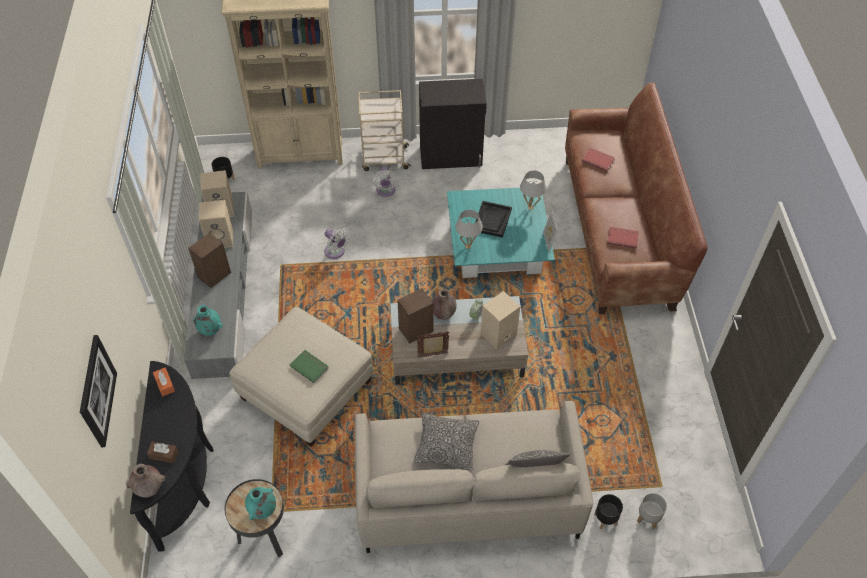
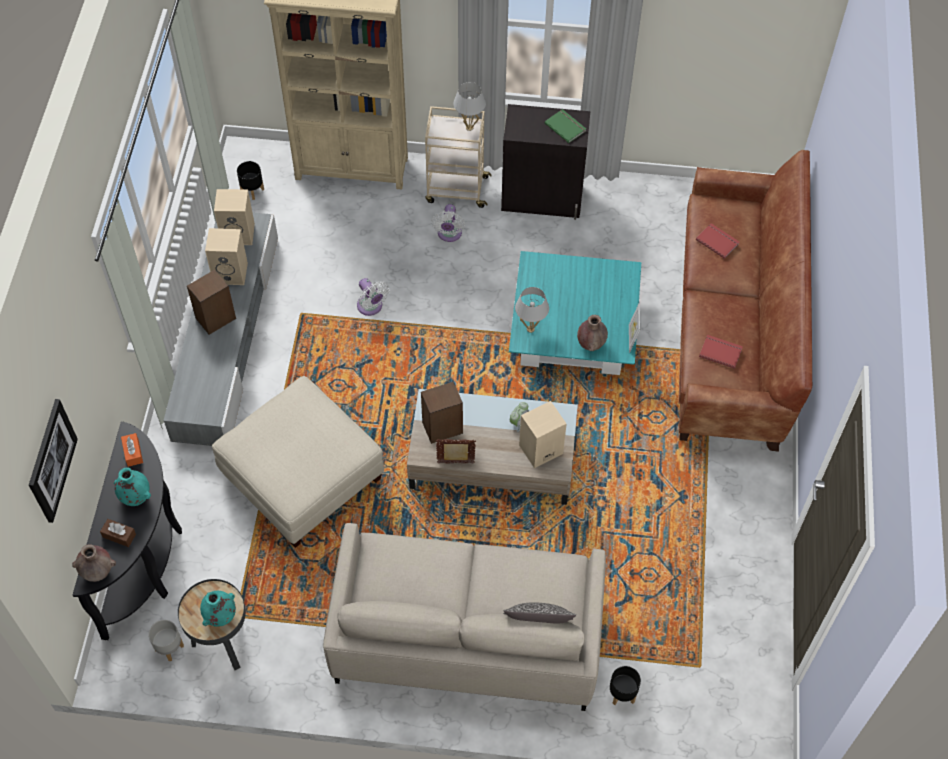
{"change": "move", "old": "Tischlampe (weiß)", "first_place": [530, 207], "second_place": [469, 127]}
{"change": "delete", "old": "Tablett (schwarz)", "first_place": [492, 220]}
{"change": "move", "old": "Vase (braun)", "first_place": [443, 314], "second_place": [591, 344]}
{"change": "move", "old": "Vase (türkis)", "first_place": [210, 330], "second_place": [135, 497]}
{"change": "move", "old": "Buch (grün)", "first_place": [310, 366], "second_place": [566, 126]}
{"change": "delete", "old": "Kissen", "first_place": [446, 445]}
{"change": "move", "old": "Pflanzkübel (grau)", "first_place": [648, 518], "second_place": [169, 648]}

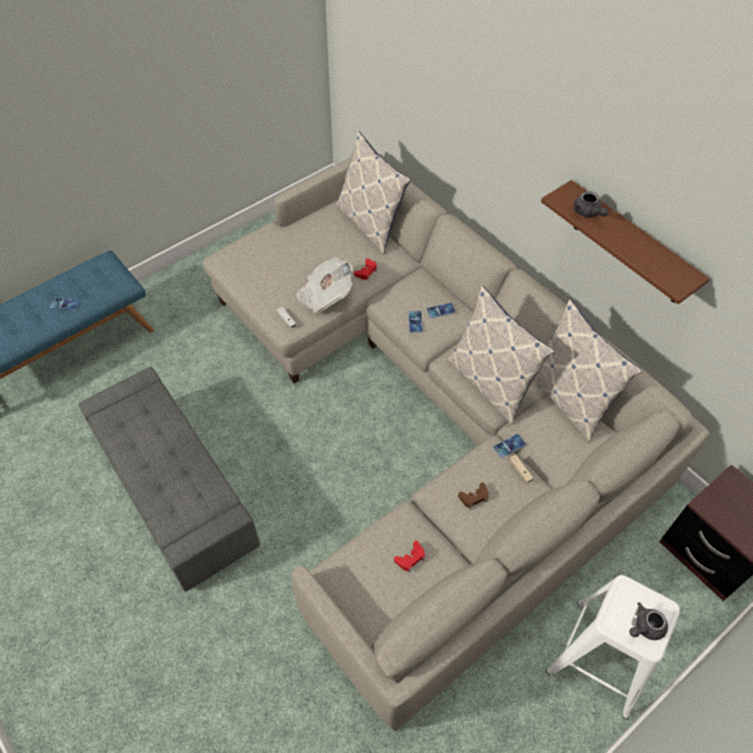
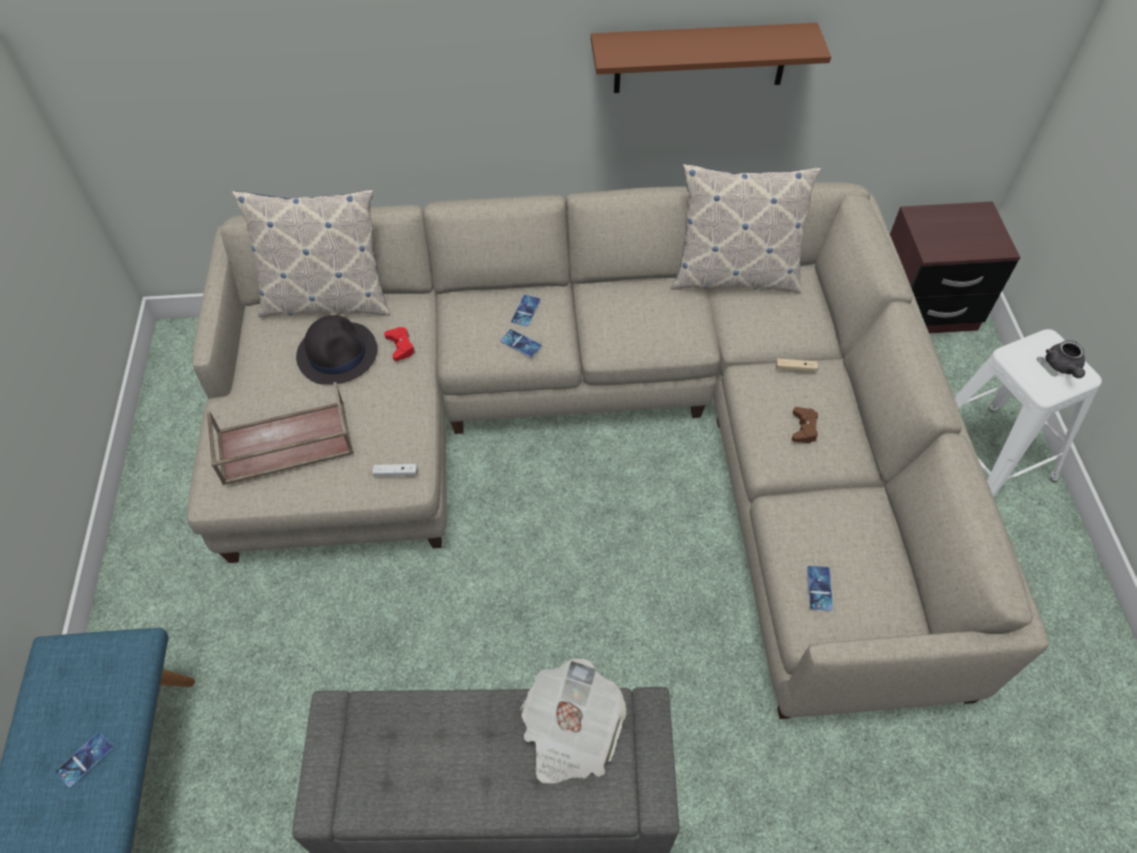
{"change": "delete", "old": "Teekanne (grau)", "first_place": [588, 213]}
{"change": "move", "old": "Zeitung", "first_place": [325, 295], "second_place": [570, 733]}
{"change": "delete", "old": "Kissen", "first_place": [490, 383]}
{"change": "move", "old": "Handy", "first_place": [509, 445], "second_place": [819, 588]}
{"change": "delete", "old": "Gamepad (rot)", "first_place": [410, 558]}
{"change": "insert", "new": "Hut (schwarz)", "second_place": [337, 353]}
{"change": "insert", "new": "Tablett (braun)", "second_place": [283, 444]}

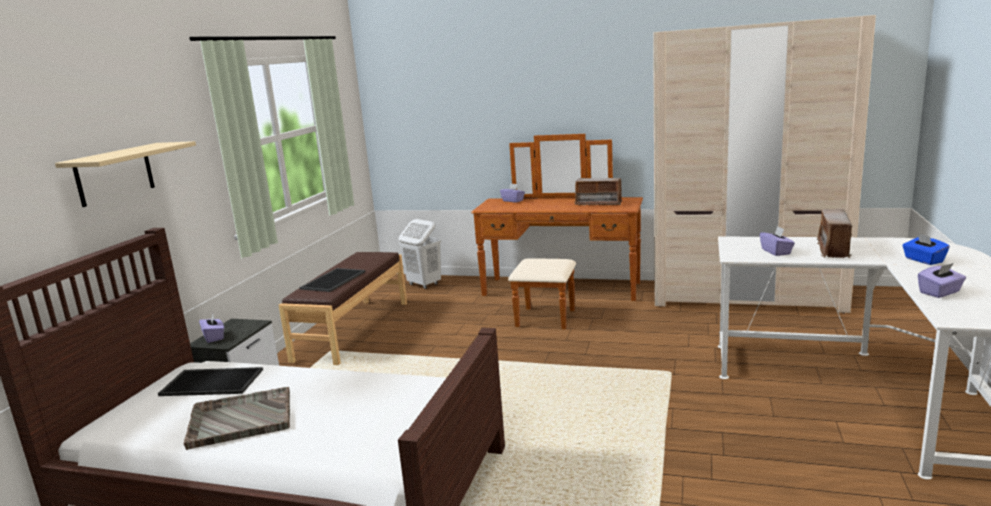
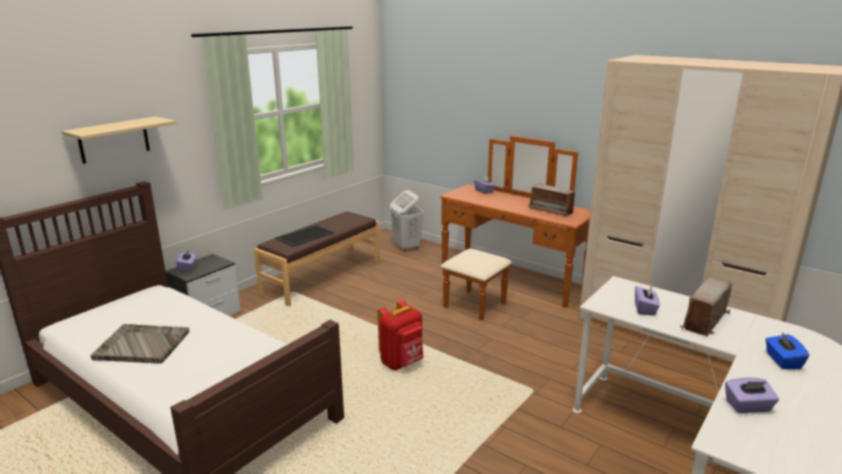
{"change": "delete", "old": "Tablett", "first_place": [213, 381]}
{"change": "insert", "new": "Rucksack (rot)", "second_place": [402, 363]}

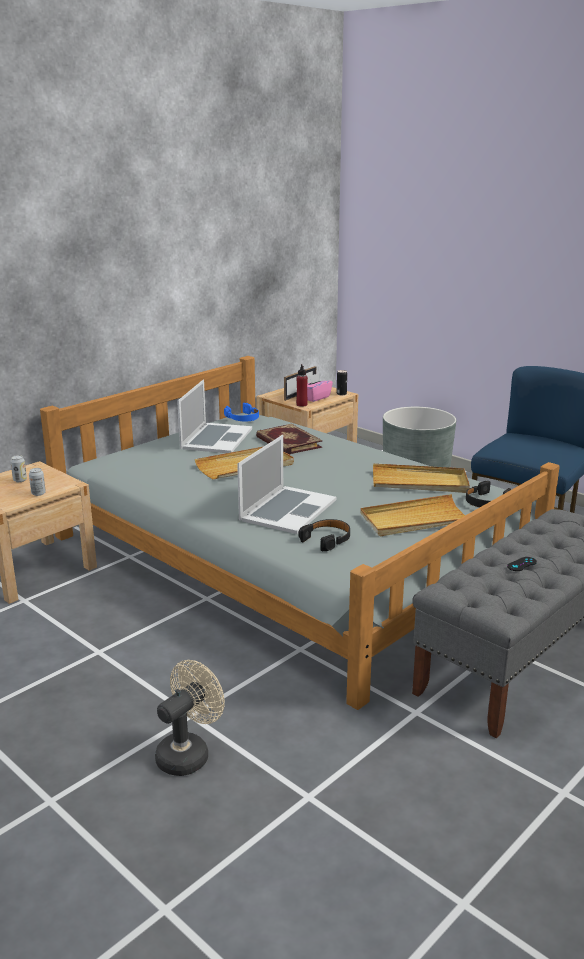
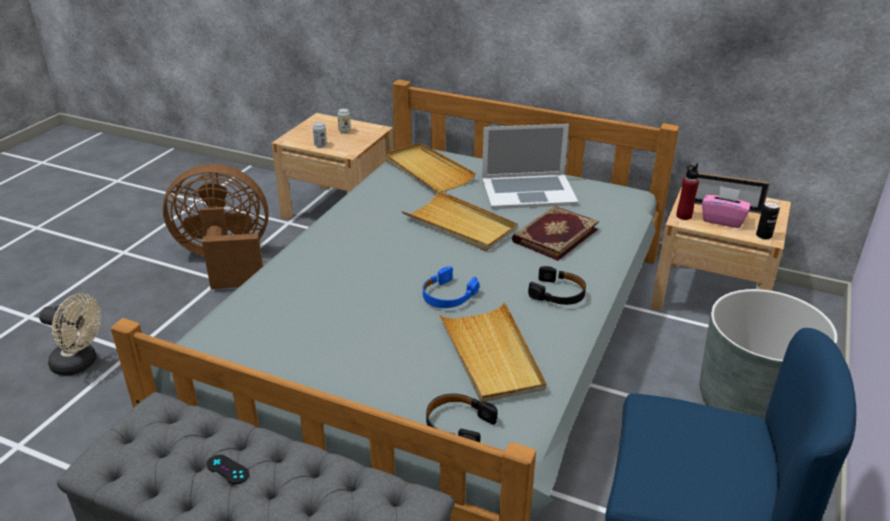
{"change": "move", "old": "Kopfhörer (blau)", "first_place": [243, 418], "second_place": [447, 296]}
{"change": "delete", "old": "Laptop", "first_place": [287, 509]}
{"change": "move", "old": "Tablett (beige)", "first_place": [416, 520], "second_place": [427, 170]}
{"change": "move", "old": "Kopfhörer (schwarz)", "first_place": [327, 539], "second_place": [558, 293]}
{"change": "insert", "new": "Ventilator (braun)", "second_place": [226, 262]}

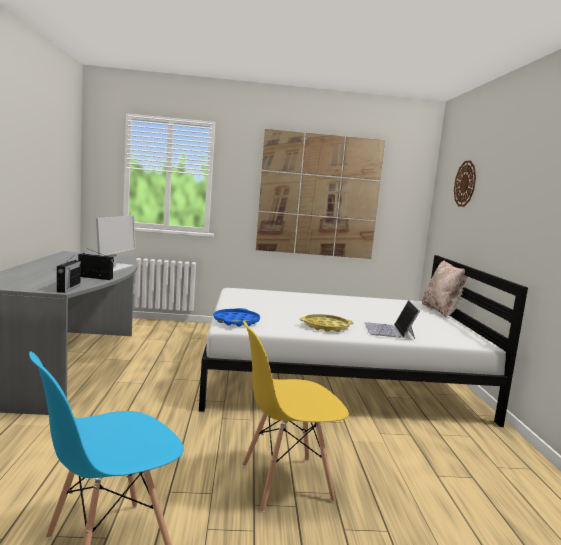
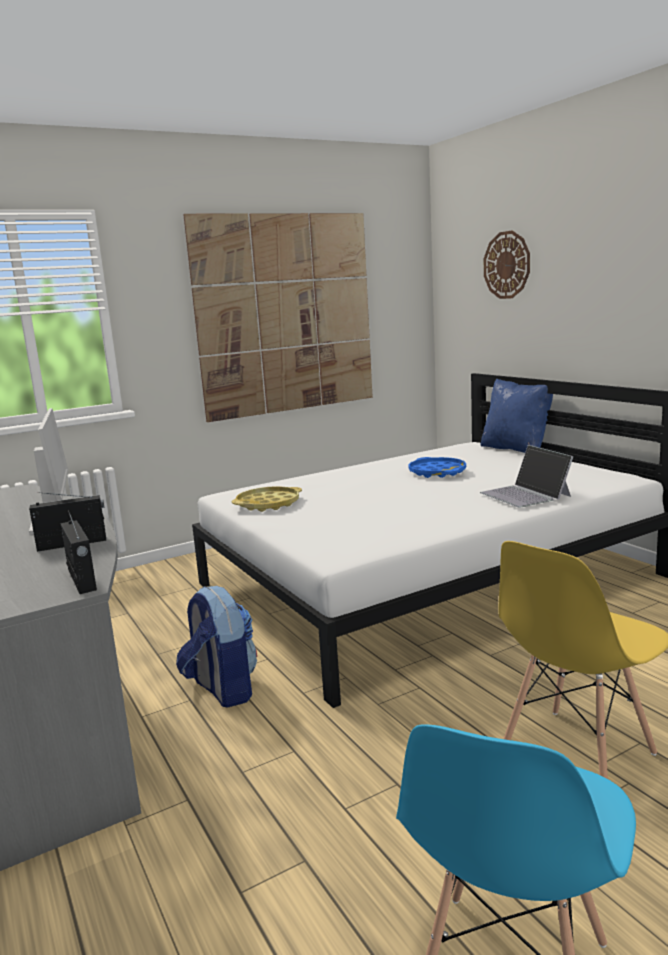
{"change": "recolor", "old": "Kissen (beige)", "new": "Kissen (blau)", "first_place": [442, 311], "second_place": [516, 449]}
{"change": "move", "old": "Tablett (blau)", "first_place": [236, 321], "second_place": [437, 472]}
{"change": "move", "old": "Tablett (gelb)", "first_place": [326, 327], "second_place": [268, 504]}
{"change": "insert", "new": "Rucksack", "second_place": [222, 689]}

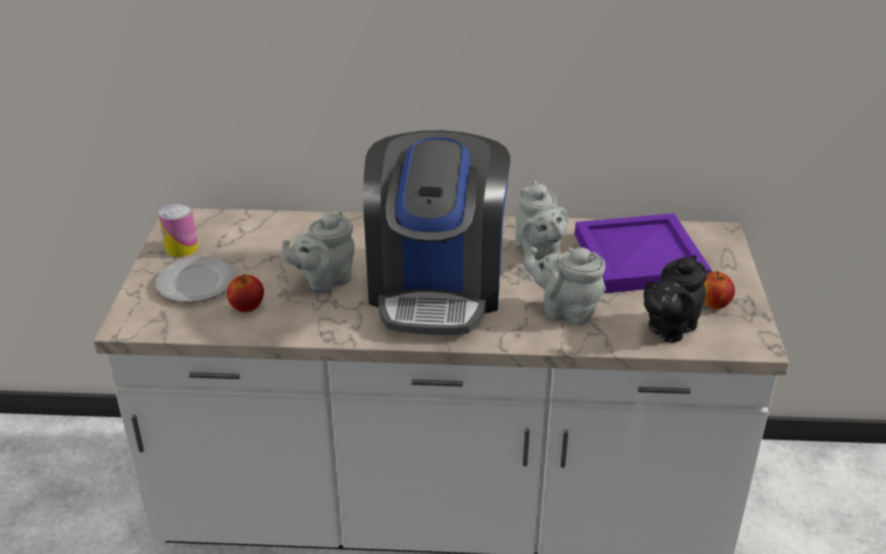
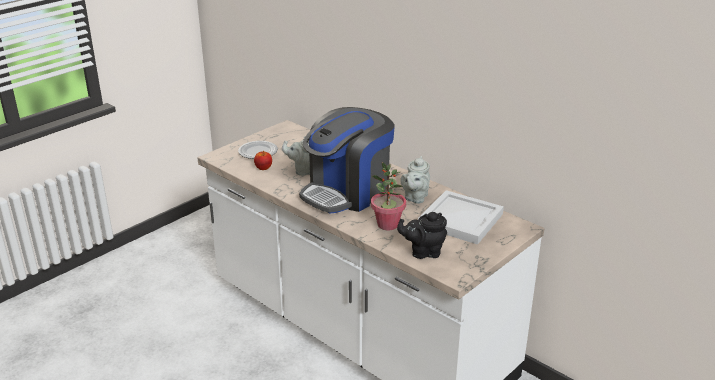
{"change": "delete", "old": "Dose", "first_place": [181, 248]}
{"change": "recolor", "old": "Tablett (lila)", "new": "Tablett (weiß)", "first_place": [637, 257], "second_place": [460, 219]}
{"change": "replace", "old": "Teekanne (grau)", "new": "Topfpflanze", "first_place": [565, 311], "second_place": [387, 225]}
{"change": "delete", "old": "Apfel", "first_place": [713, 304]}

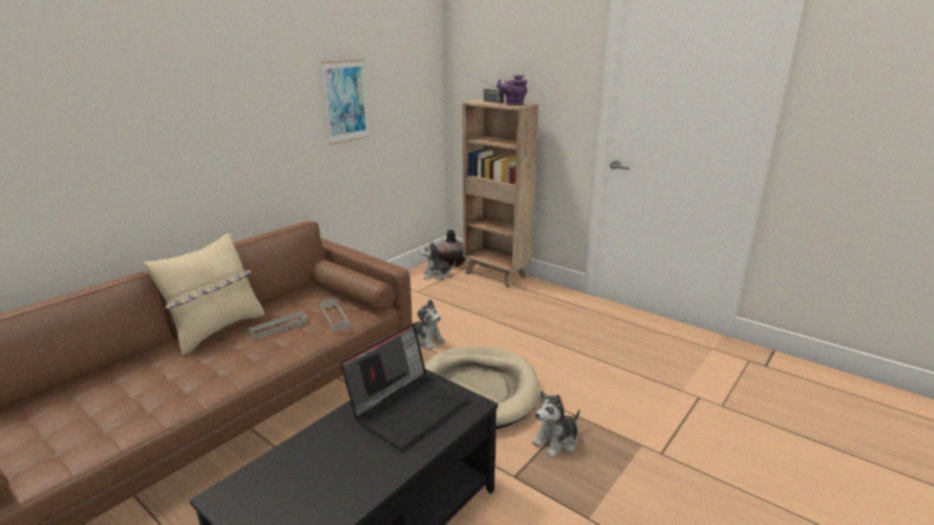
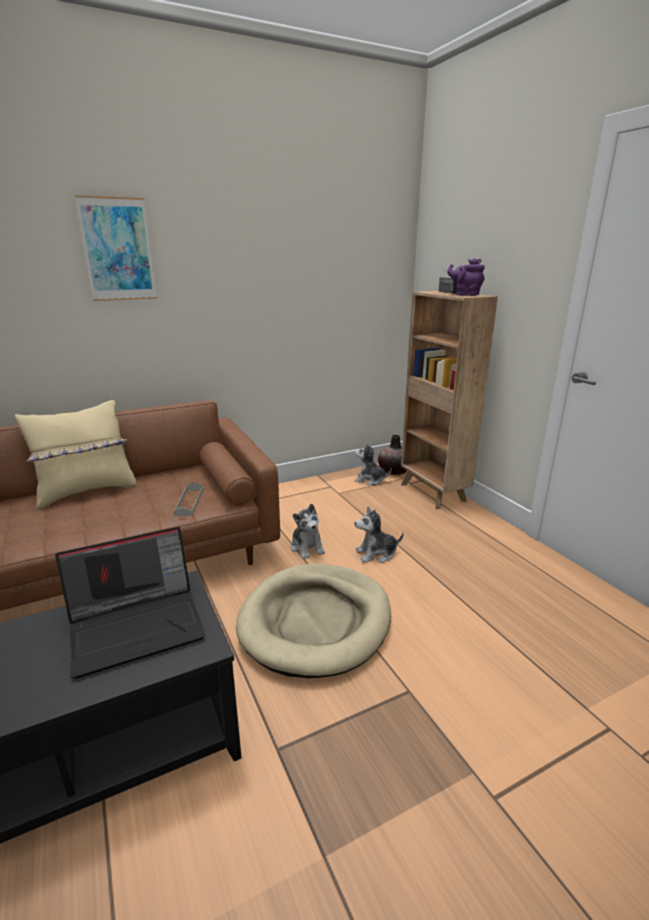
{"change": "move", "old": "Bild", "first_place": [345, 101], "second_place": [118, 250]}
{"change": "delete", "old": "Tablett (grau)", "first_place": [278, 327]}
{"change": "move", "old": "Plüschtier", "first_place": [556, 441], "second_place": [376, 554]}

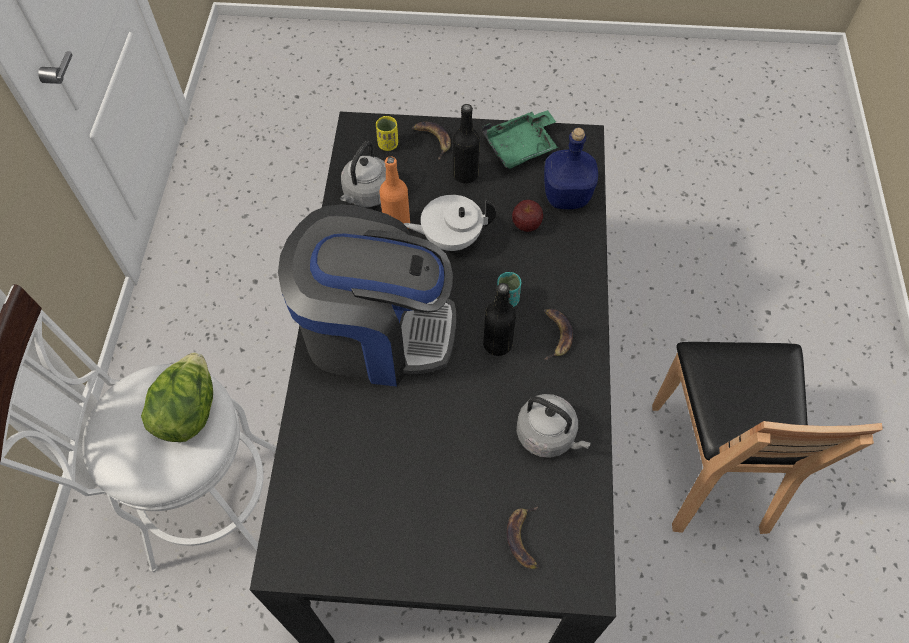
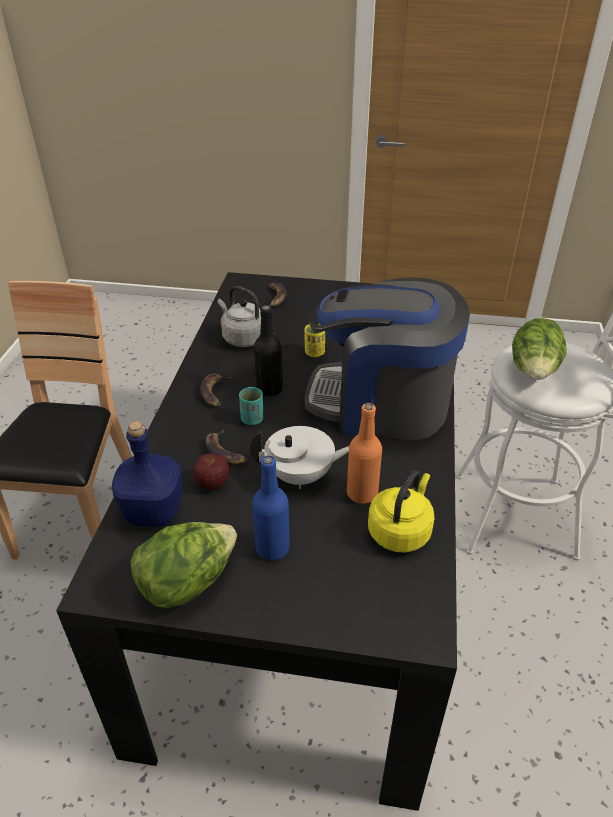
{"change": "recolor", "old": "Flasche (schwarz)", "new": "Flasche (blau)", "first_place": [465, 174], "second_place": [272, 548]}
{"change": "replace", "old": "Tablett (grün)", "new": "Salatkopf", "first_place": [521, 147], "second_place": [187, 582]}
{"change": "move", "old": "Tasse (gelb)", "first_place": [388, 144], "second_place": [314, 353]}
{"change": "move", "old": "Banane", "first_place": [432, 139], "second_place": [225, 451]}
{"change": "recolor", "old": "Wasserkessel (grau)", "new": "Wasserkessel (gelb)", "first_place": [366, 194], "second_place": [400, 530]}

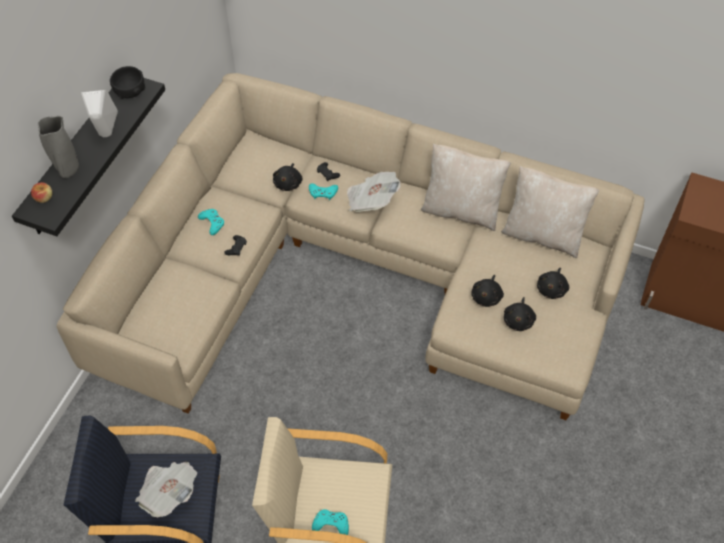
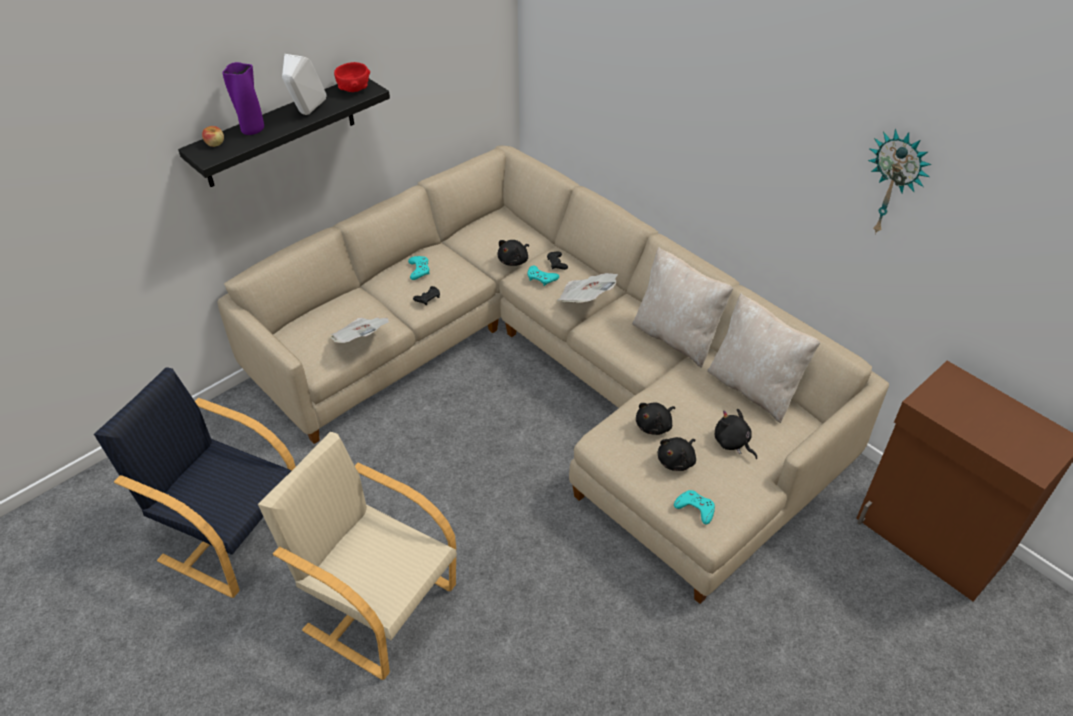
{"change": "recolor", "old": "Schüssel (schwarz)", "new": "Schüssel (rot)", "first_place": [130, 92], "second_place": [354, 89]}
{"change": "recolor", "old": "Vase (grau)", "new": "Vase (lila)", "first_place": [68, 170], "second_place": [252, 130]}
{"change": "rotate", "old": "Plüschtier (schwarz)", "first_place": [552, 289], "second_place": [732, 443], "degrees": 90}
{"change": "move", "old": "Zeitung", "first_place": [168, 493], "second_place": [361, 340]}
{"change": "move", "old": "Gamepad (türkis)", "first_place": [331, 524], "second_place": [695, 508]}
{"change": "insert", "new": "Wanduhr", "second_place": [894, 183]}

